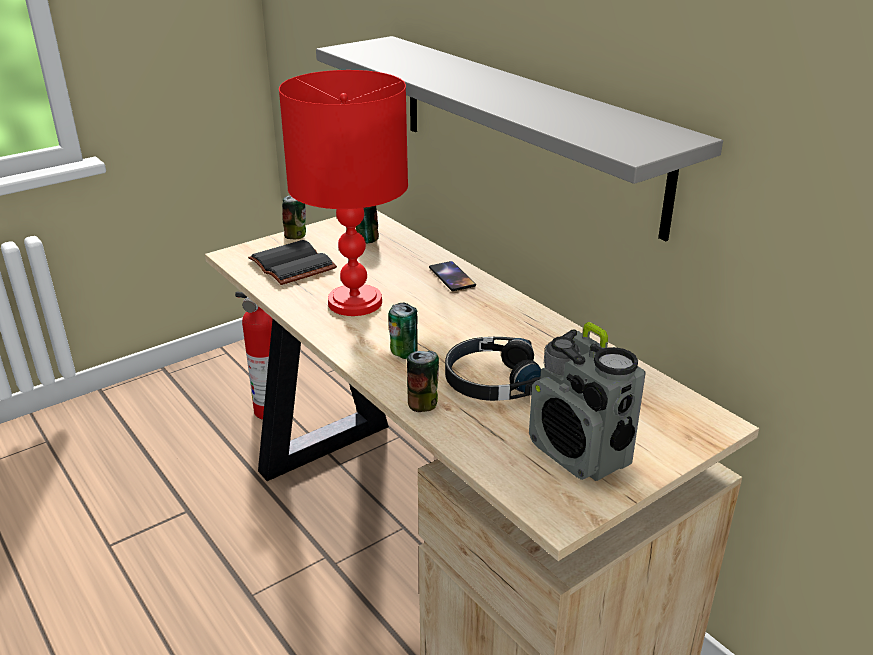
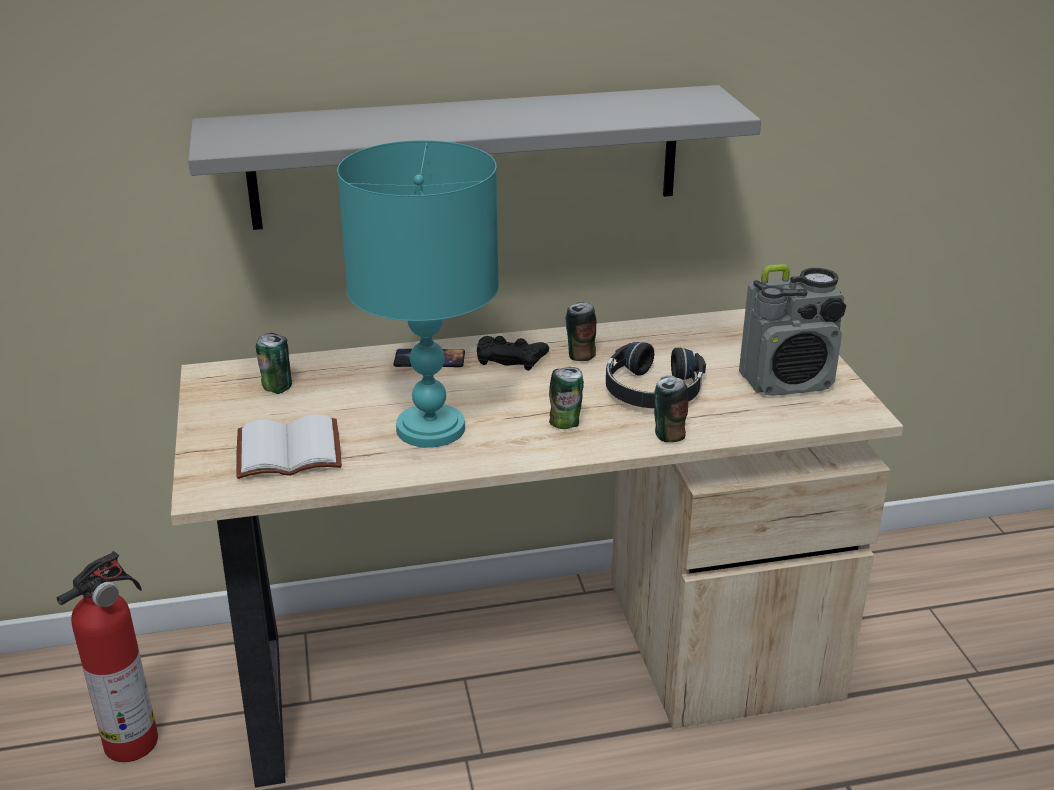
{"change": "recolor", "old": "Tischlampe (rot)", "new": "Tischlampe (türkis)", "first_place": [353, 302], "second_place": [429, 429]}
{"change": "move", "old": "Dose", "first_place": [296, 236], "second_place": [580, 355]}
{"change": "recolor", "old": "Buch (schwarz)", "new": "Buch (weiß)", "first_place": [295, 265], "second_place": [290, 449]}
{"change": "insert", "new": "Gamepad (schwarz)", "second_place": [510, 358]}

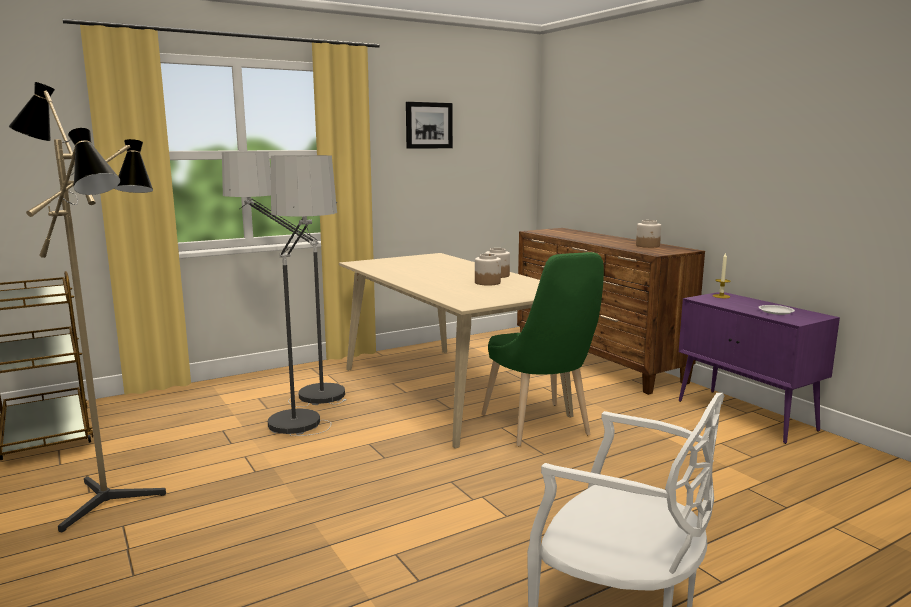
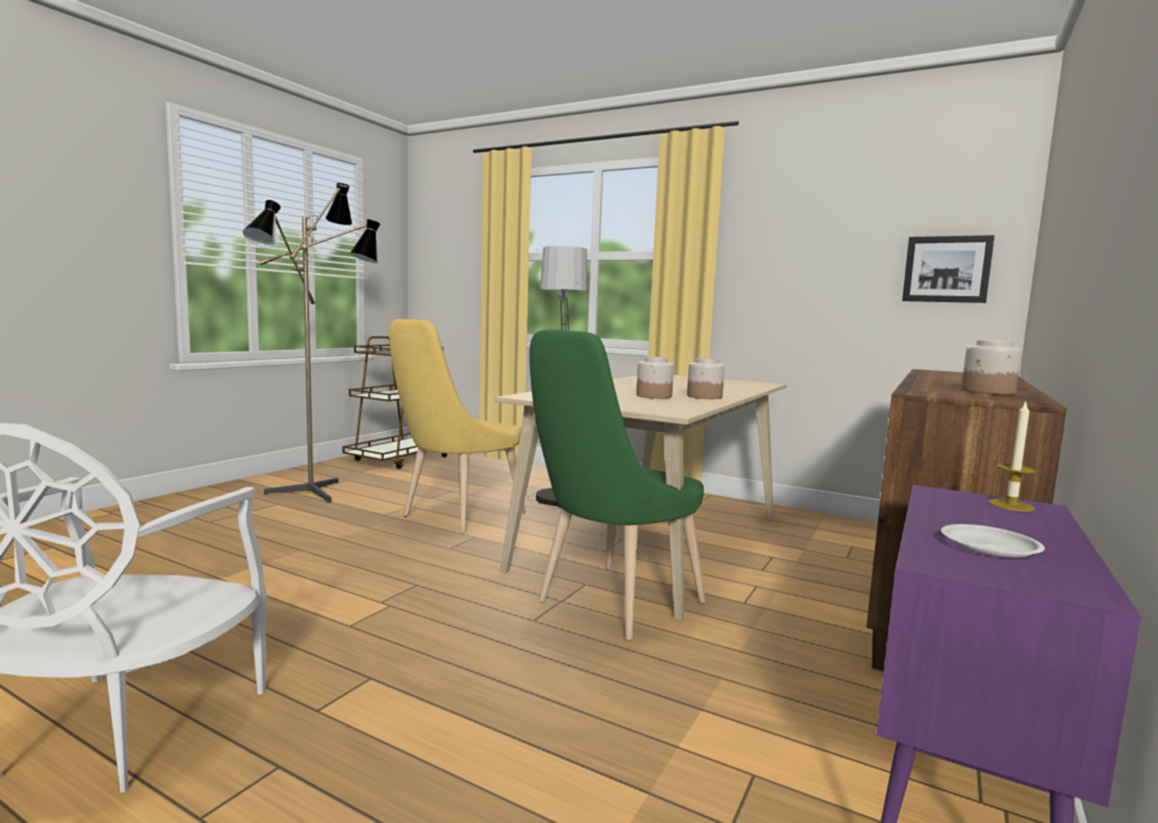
{"change": "move", "old": "Bild", "first_place": [428, 125], "second_place": [946, 269]}
{"change": "replace", "old": "Stehlampe", "new": "Stuhl (gelb)", "first_place": [306, 441], "second_place": [457, 516]}

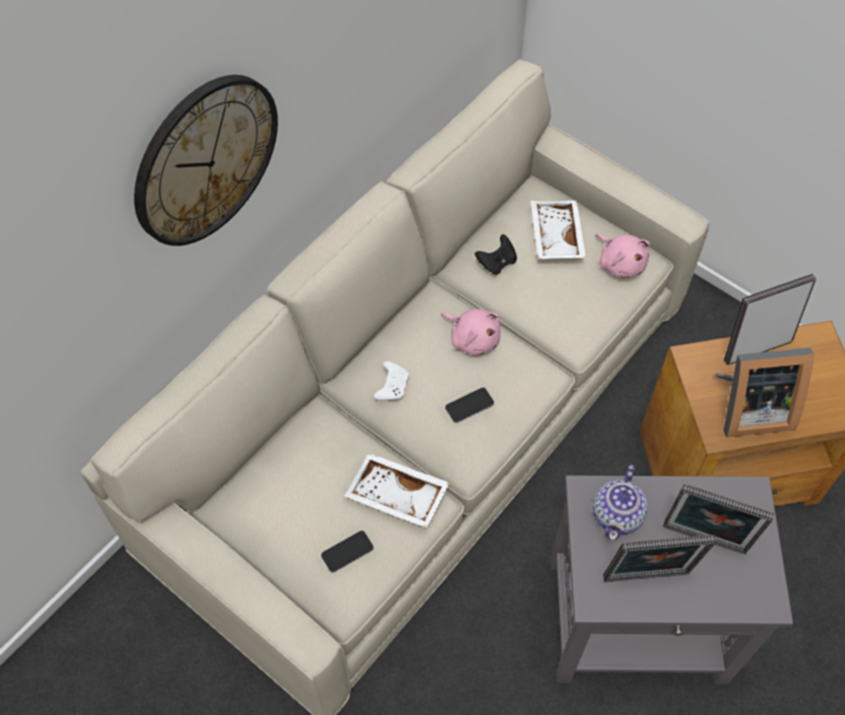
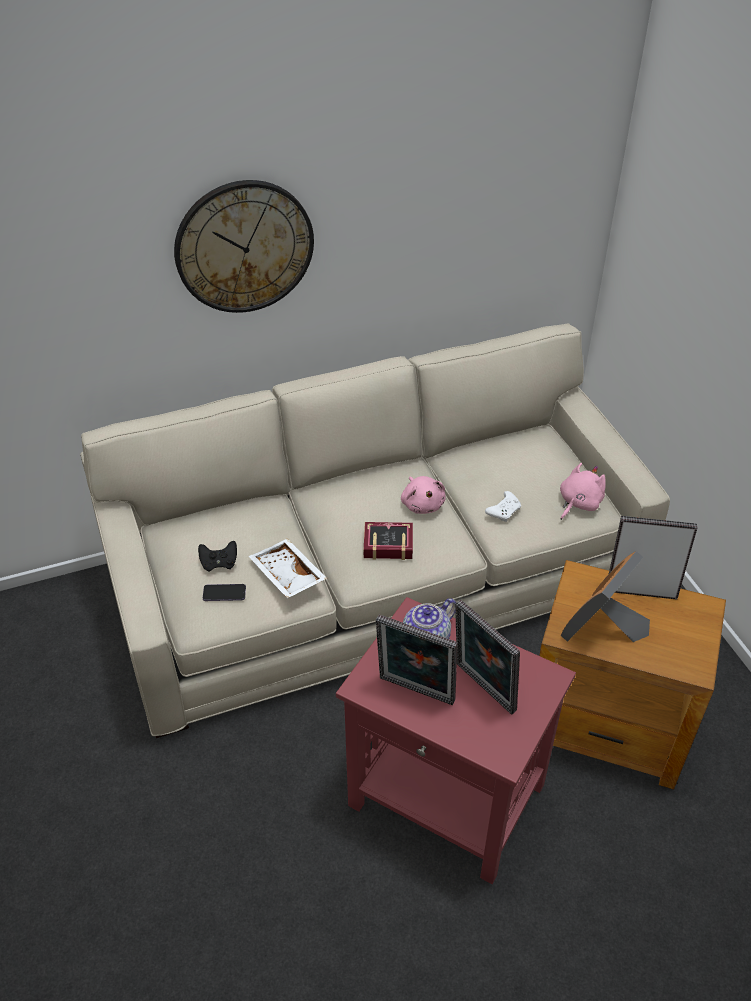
{"change": "delete", "old": "Tablett (weiß)", "first_place": [554, 236]}
{"change": "rotate", "old": "Plüschtier (rosa)", "first_place": [620, 263], "second_place": [578, 503], "degrees": -135}
{"change": "move", "old": "Gamepad (schwarz)", "first_place": [497, 262], "second_place": [219, 563]}
{"change": "rotate", "old": "Bilderrahmen", "first_place": [749, 409], "second_place": [602, 629], "degrees": 105}
{"change": "move", "old": "Gamepad (weiß)", "first_place": [392, 385], "second_place": [504, 511]}
{"change": "replace", "old": "Handy", "new": "Buch", "first_place": [469, 406], "second_place": [386, 543]}
{"change": "recolor", "old": "Beistelltisch (grau)", "new": "Beistelltisch (rot)", "first_place": [636, 621], "second_place": [446, 796]}

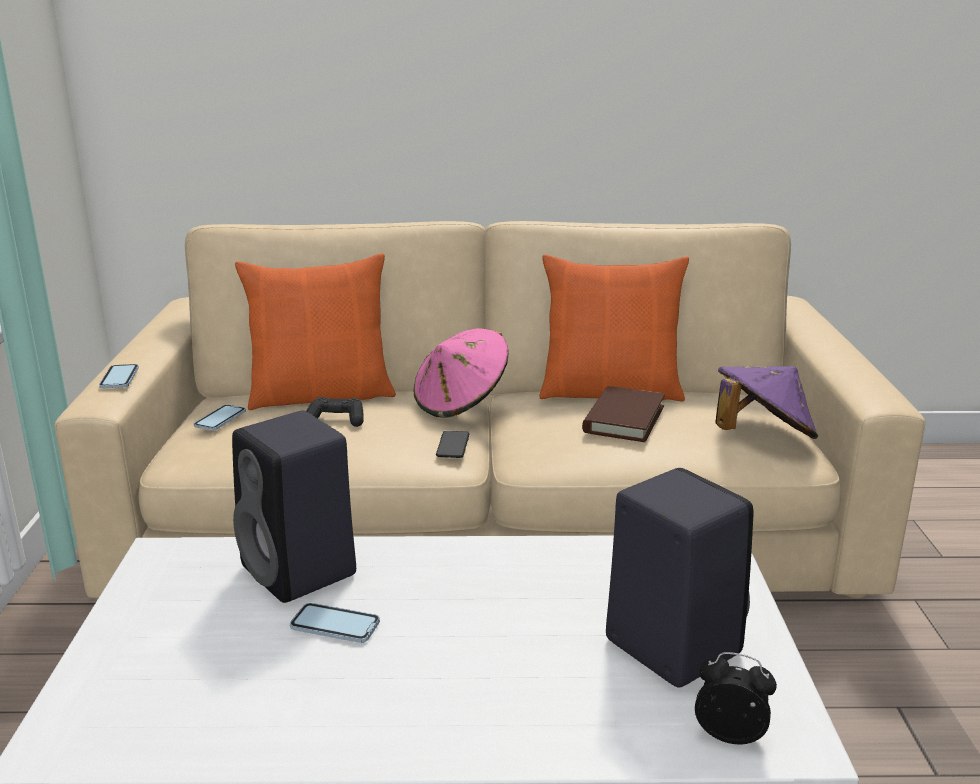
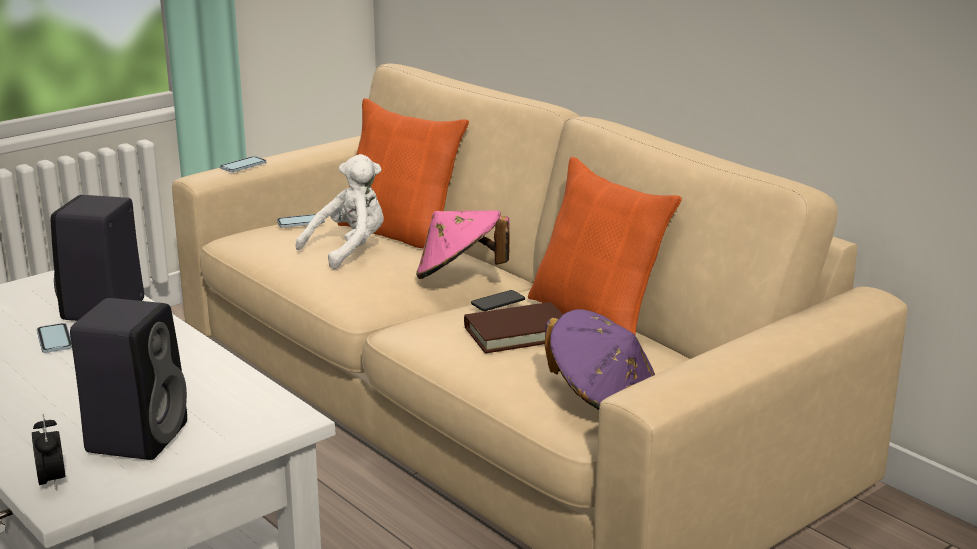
{"change": "replace", "old": "Gamepad (schwarz)", "new": "Plüschtier (weiß)", "first_place": [336, 420], "second_place": [349, 249]}
{"change": "move", "old": "Handy", "first_place": [453, 445], "second_place": [498, 302]}

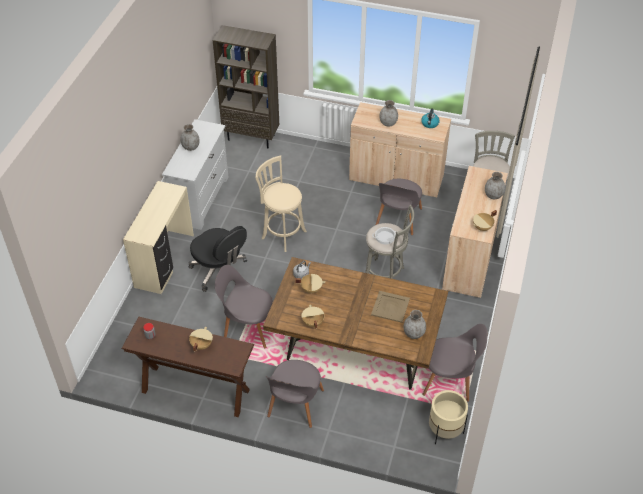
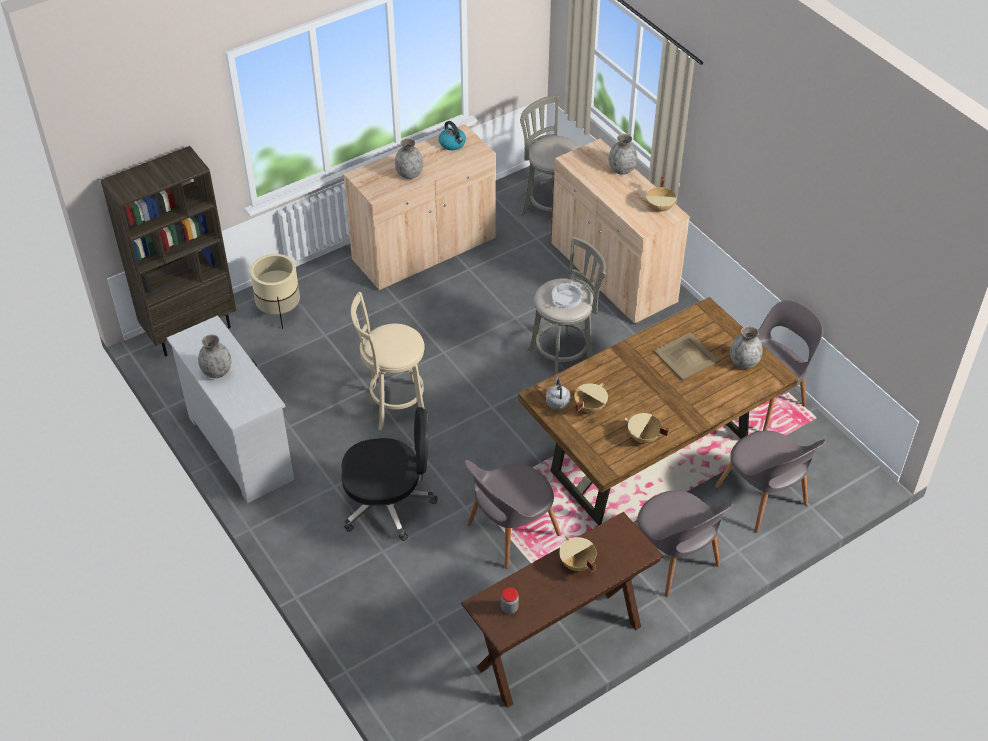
{"change": "move", "old": "Stuhl (grau)", "first_place": [398, 219], "second_place": [763, 499]}
{"change": "delete", "old": "Schreibtisch (beige)", "first_place": [165, 261]}
{"change": "move", "old": "Pflanzkübel (beige)", "first_place": [445, 431], "second_place": [279, 312]}

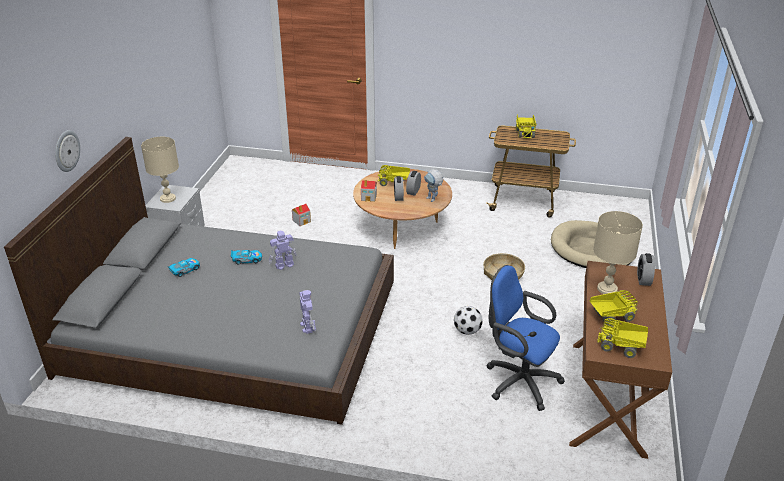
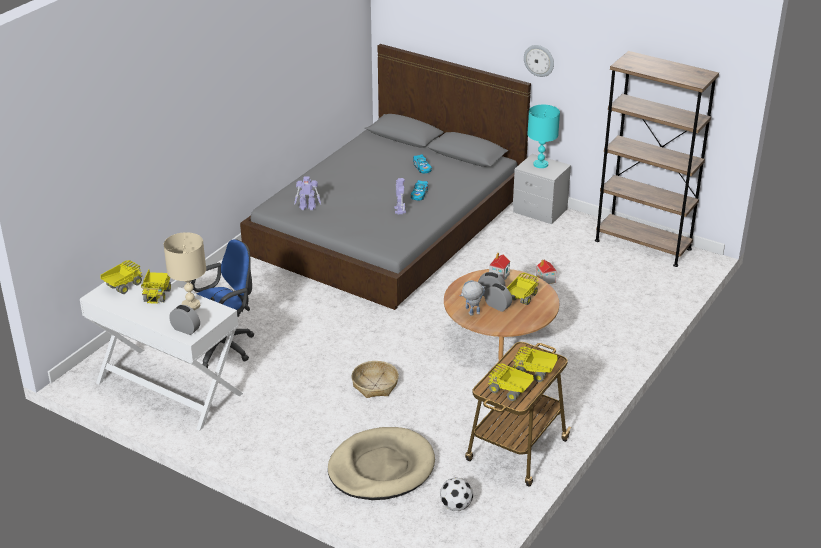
{"change": "move", "old": "Wanduhr", "first_place": [66, 151], "second_place": [539, 60]}
{"change": "recolor", "old": "Tischlampe (beige)", "new": "Tischlampe (türkis)", "first_place": [168, 198], "second_place": [541, 164]}
{"change": "recolor", "old": "Schreibtisch (braun)", "new": "Schreibtisch (weiß)", "first_place": [608, 397], "second_place": [168, 388]}
{"change": "move", "old": "Fußball", "first_place": [467, 331], "second_place": [455, 506]}
{"change": "insert", "new": "Bücherregal (braun)", "second_place": [643, 245]}
{"change": "insert", "new": "Spielzeuglaster", "second_place": [510, 391]}

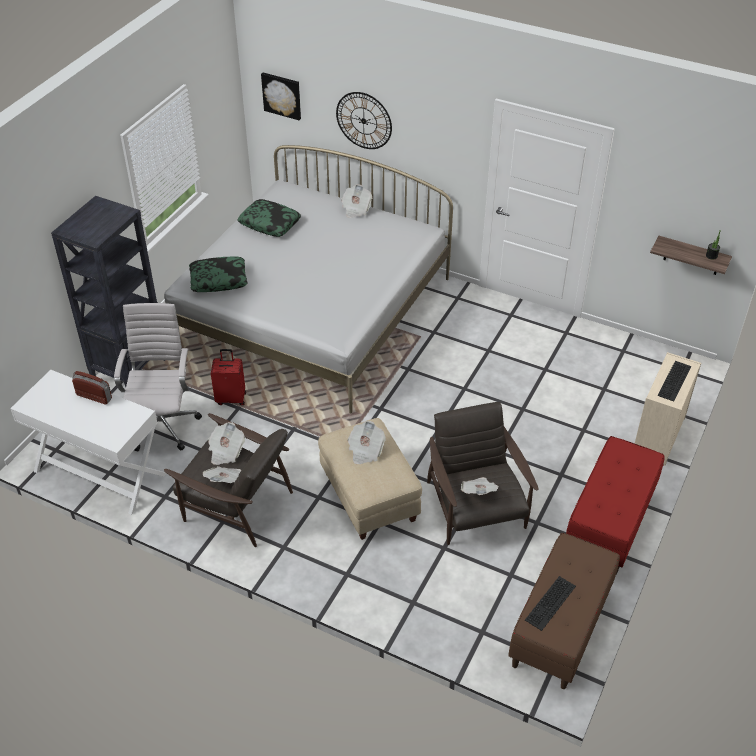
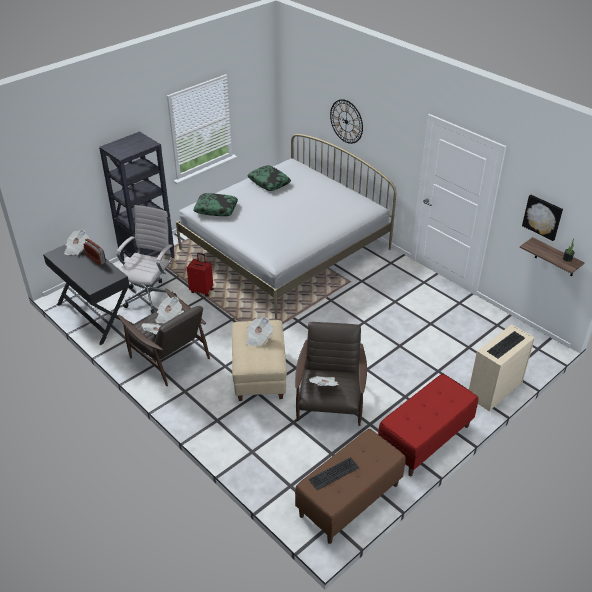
{"change": "move", "old": "Bild", "first_place": [282, 95], "second_place": [543, 216]}
{"change": "move", "old": "Zeitung", "first_place": [356, 209], "second_place": [77, 249]}
{"change": "recolor", "old": "Schreibtisch (weiß)", "new": "Schreibtisch (schwarz)", "first_place": [99, 473], "second_place": [95, 315]}

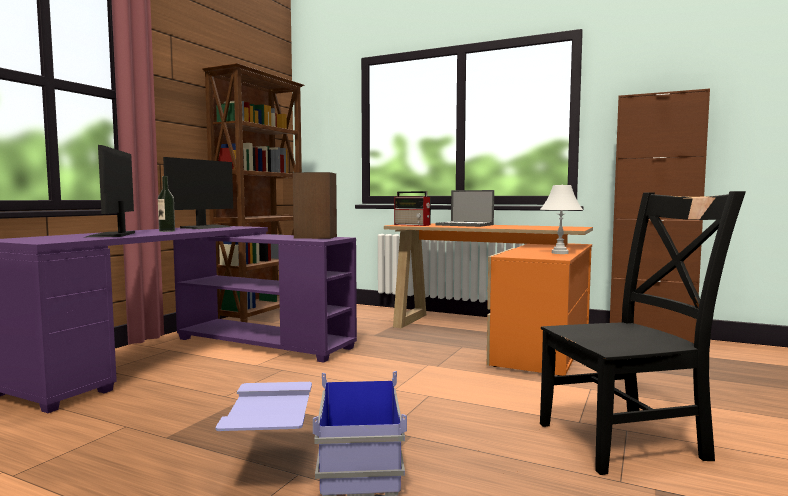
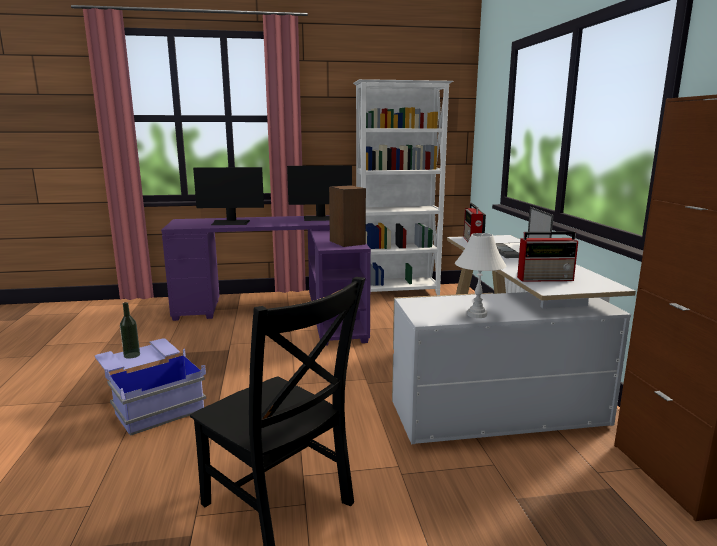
{"change": "recolor", "old": "Bücherregal (braun)", "new": "Bücherregal (weiß)", "first_place": [262, 315], "second_place": [398, 292]}
{"change": "rotate", "old": "Monitor", "first_place": [112, 235], "second_place": [230, 223], "degrees": -135}
{"change": "move", "old": "Flasche", "first_place": [167, 231], "second_place": [132, 355]}
{"change": "recolor", "old": "Schreibtisch (orange)", "new": "Schreibtisch (weiß)", "first_place": [497, 336], "second_place": [498, 384]}
{"change": "insert", "new": "Radio", "second_place": [546, 278]}

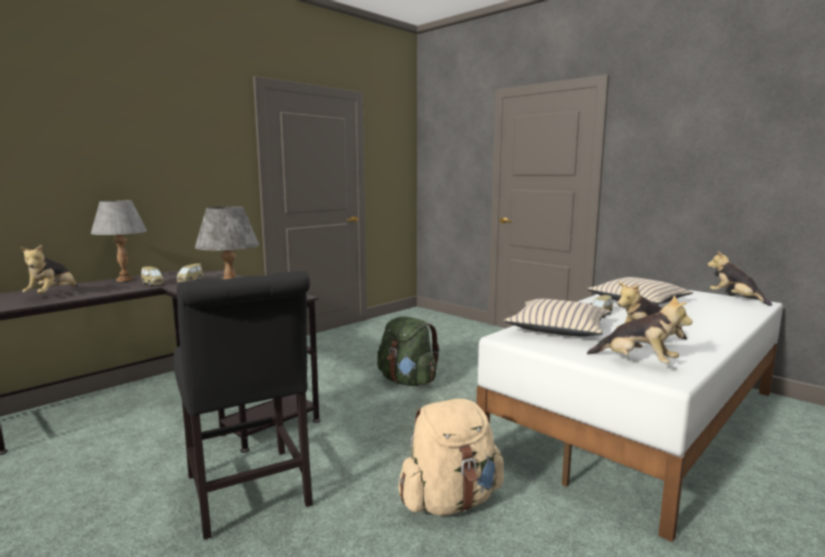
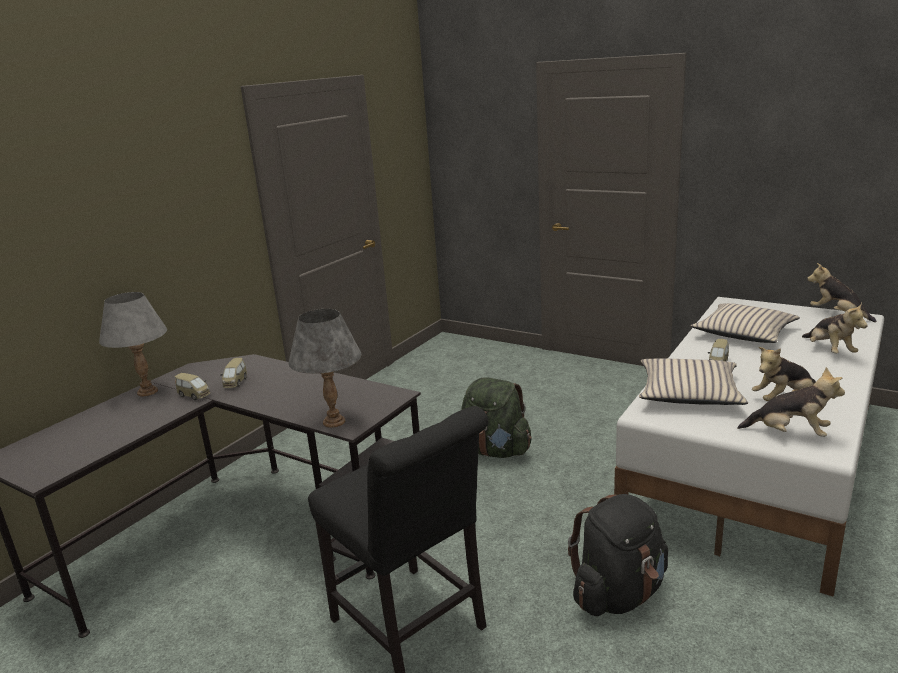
{"change": "move", "old": "Plüschtier", "first_place": [53, 294], "second_place": [829, 350]}
{"change": "recolor", "old": "Rucksack (beige)", "new": "Rucksack (schwarz)", "first_place": [450, 501], "second_place": [618, 594]}

